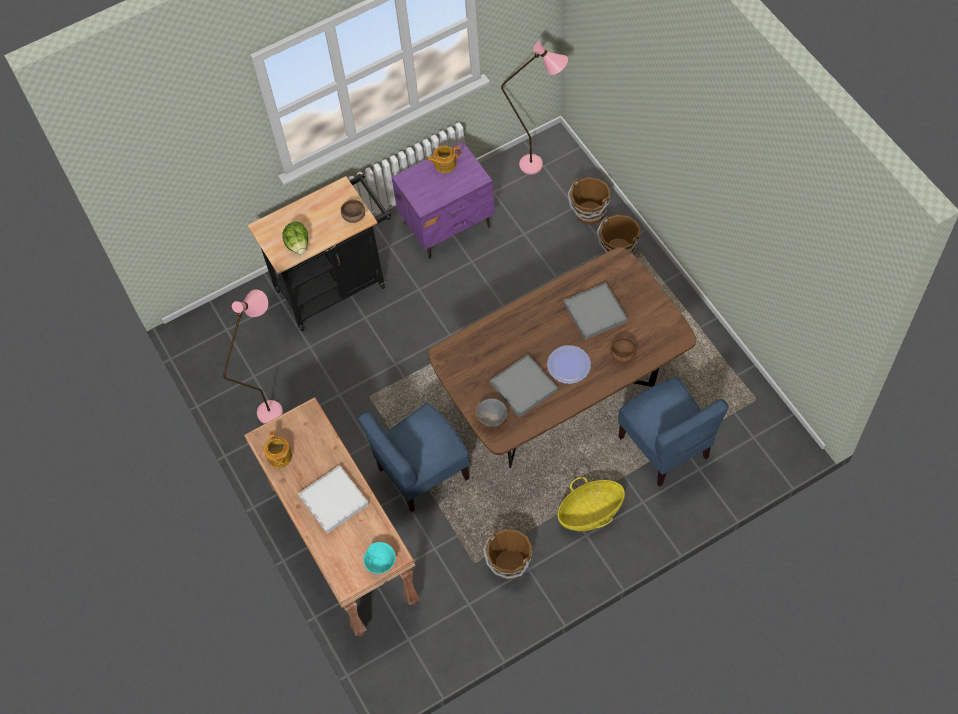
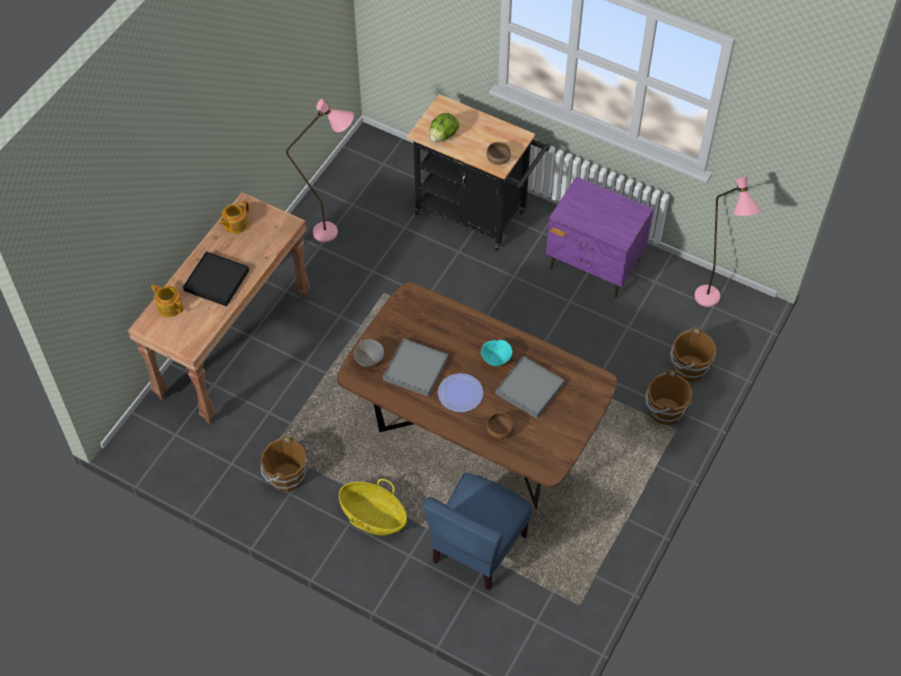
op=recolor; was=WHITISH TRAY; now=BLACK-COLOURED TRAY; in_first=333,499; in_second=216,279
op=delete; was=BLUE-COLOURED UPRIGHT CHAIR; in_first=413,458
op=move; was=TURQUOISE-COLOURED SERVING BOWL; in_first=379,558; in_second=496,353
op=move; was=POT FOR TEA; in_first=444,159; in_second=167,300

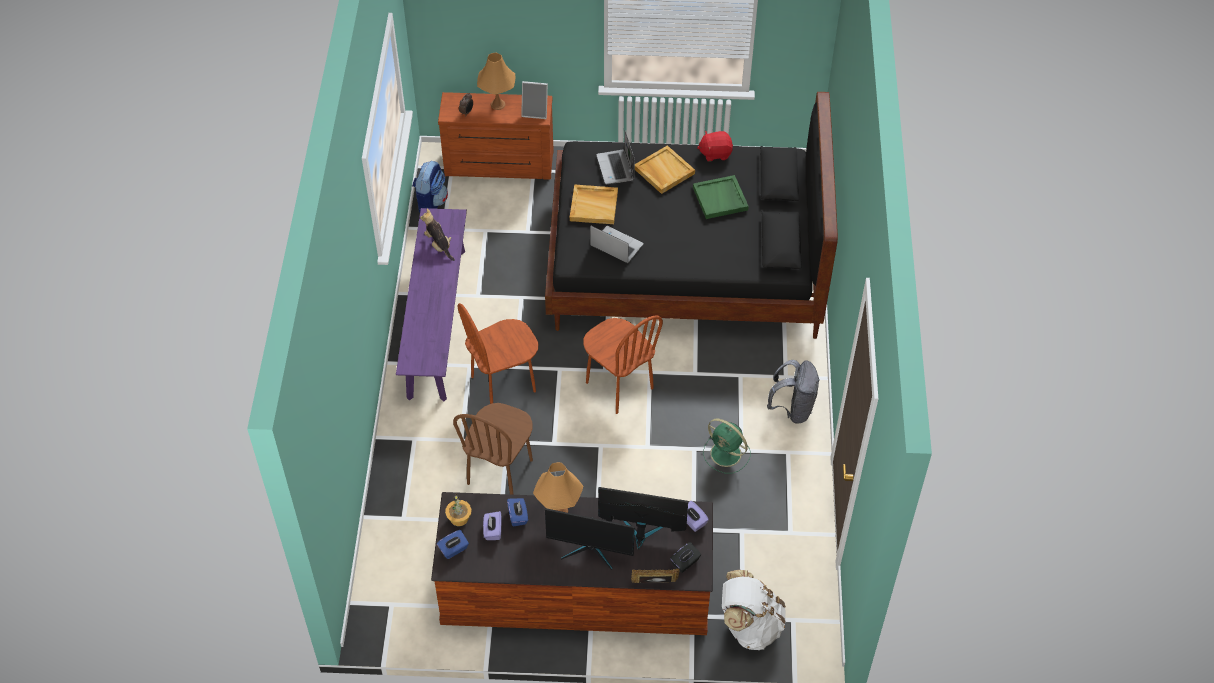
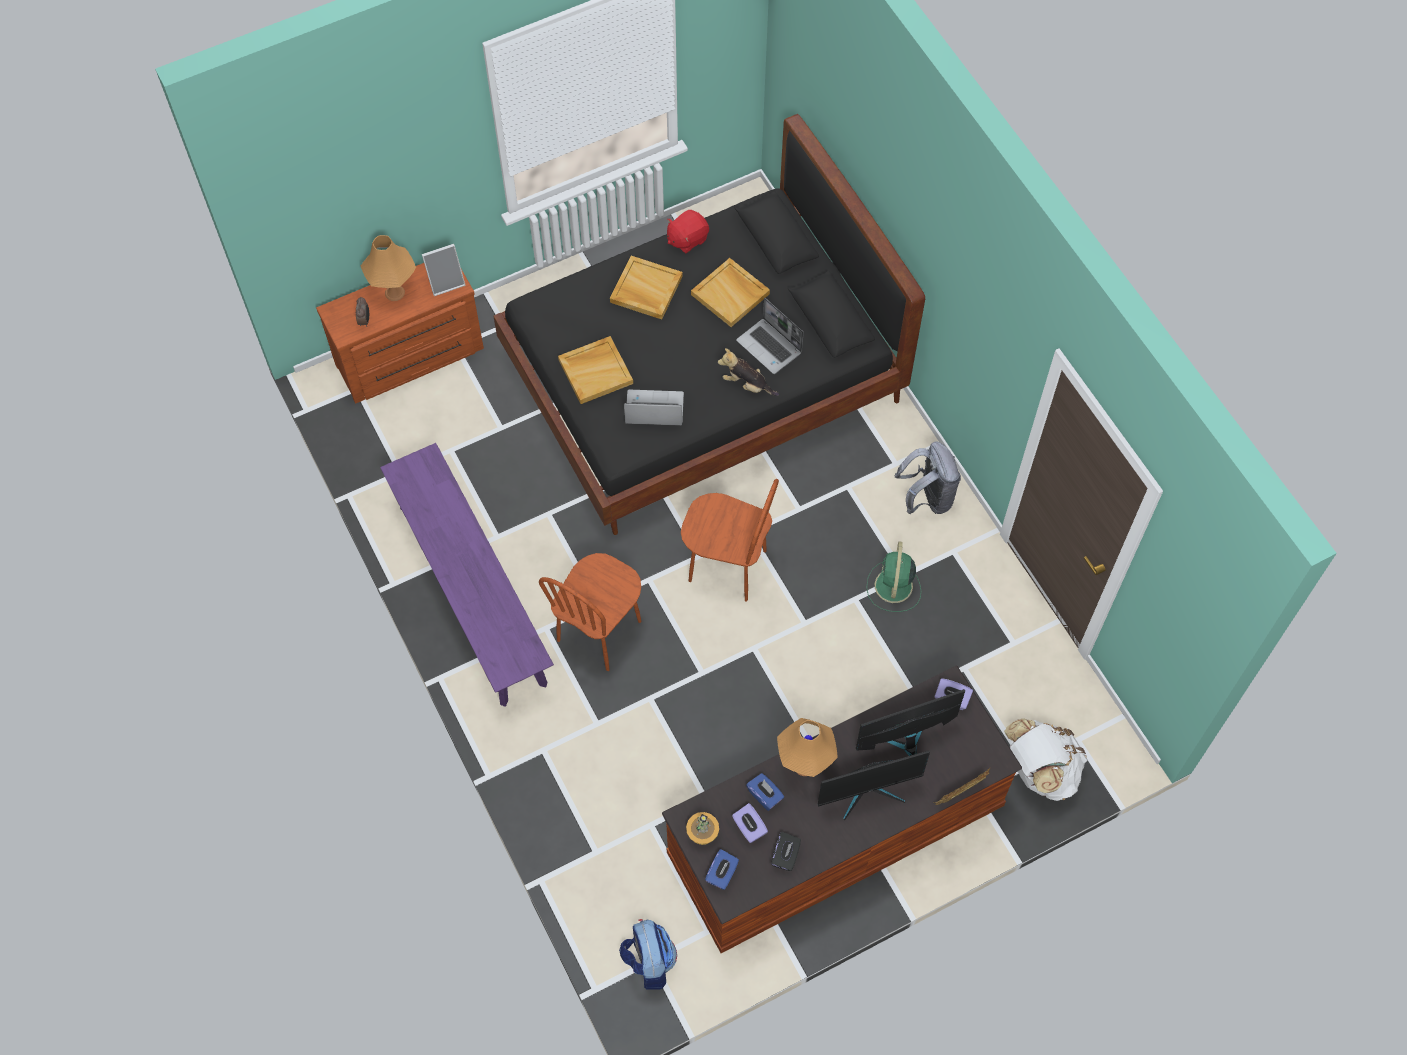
op=move; was=RUCKSACK; in_first=430,186; in_second=648,954
op=move; was=SOFT TOY; in_first=437,234; in_second=748,372
op=delete; was=BROWN-COLOURED UPRIGHT CHAIR; in_first=493,449
op=move; was=NOTEBOOK COMPUTER; in_first=615,157; in_second=770,336
op=move; was=BLACK-COLOURED BOX OF TISSUES; in_first=685,557; in_second=786,851
op=recolor; was=GREENISH TRAY; now=BEIGE TRAY; in_first=721,197; in_second=730,292
op=rotate; was=GREENISH FAN; in_first=727,446; in_second=893,576; clockwise=90

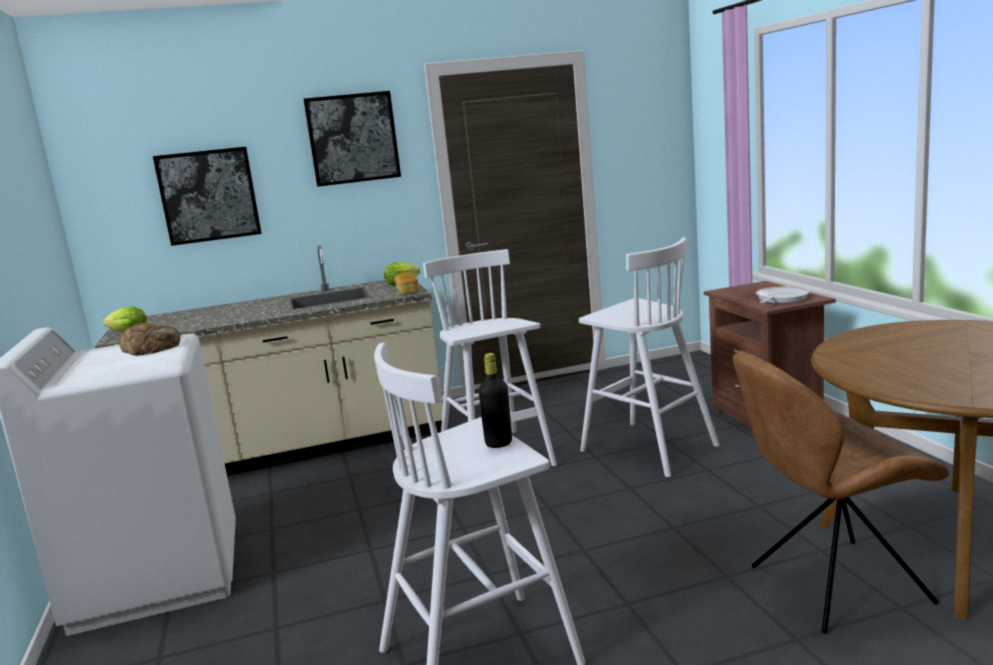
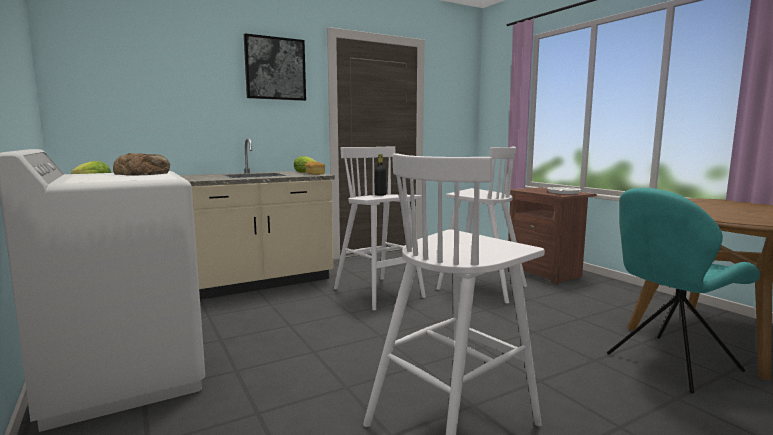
op=delete; was=WALL PICTURE; in_first=207,196
op=move; was=BLACK-COLOURED DRINK BOTTLE; in_first=495,400; in_second=380,175
op=recolor; was=BROWN-COLOURED UPRIGHT CHAIR; now=TURQUOISE-COLOURED UPRIGHT CHAIR; in_first=841,492; in_second=683,291

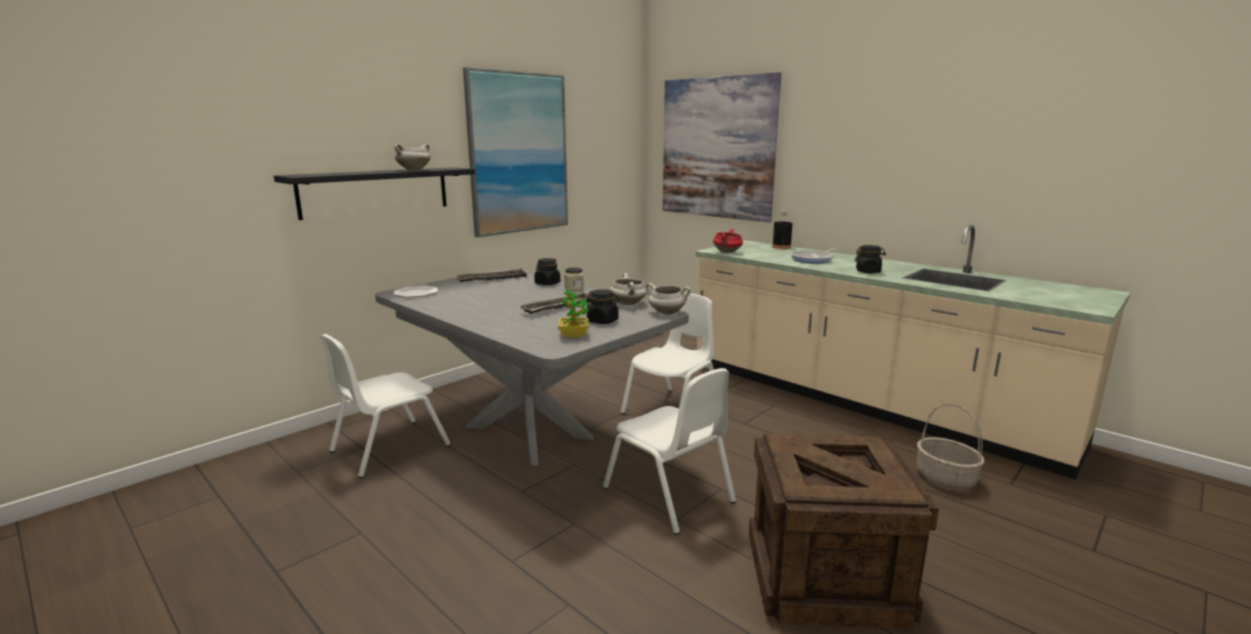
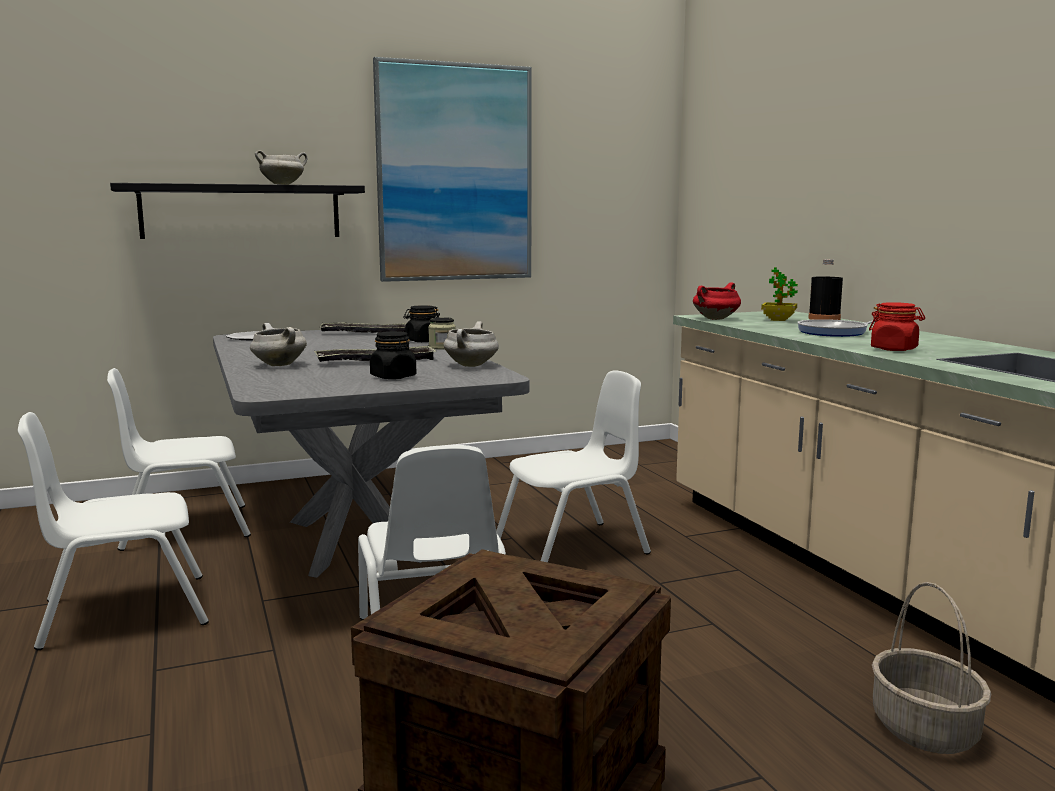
op=move; was=HOUSEPLANT; in_first=573,314; in_second=779,294
op=move; was=WHITISH SAUCEPOT; in_first=668,299; in_second=278,344
op=delete; was=WALL PICTURE; in_first=722,147
op=recolor; was=BLACK-COLOURED JAR; now=REDDISH JAR; in_first=870,259; in_second=897,326
op=insert; now=WHITISH UPRIGHT CHAIR; in_second=113,531

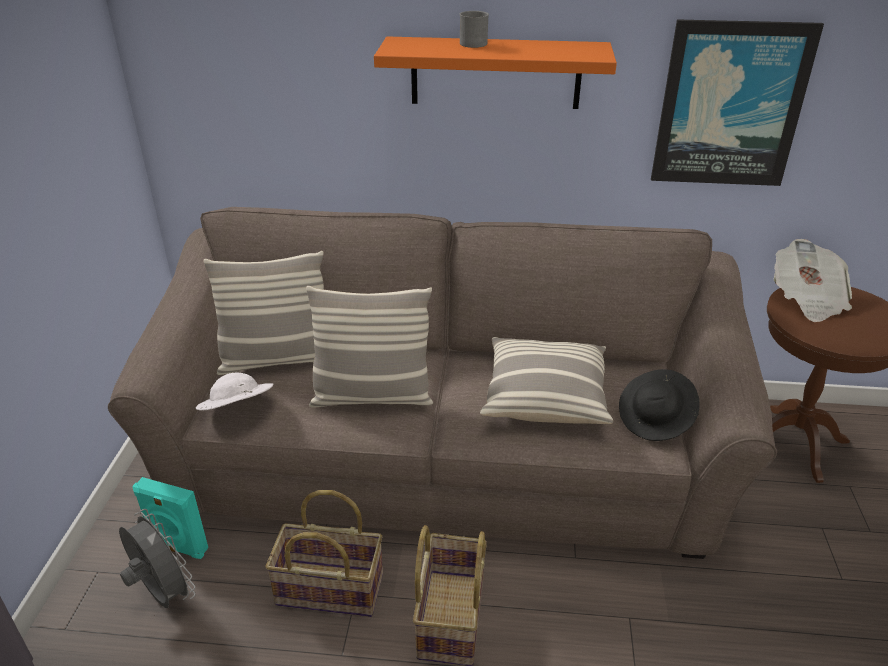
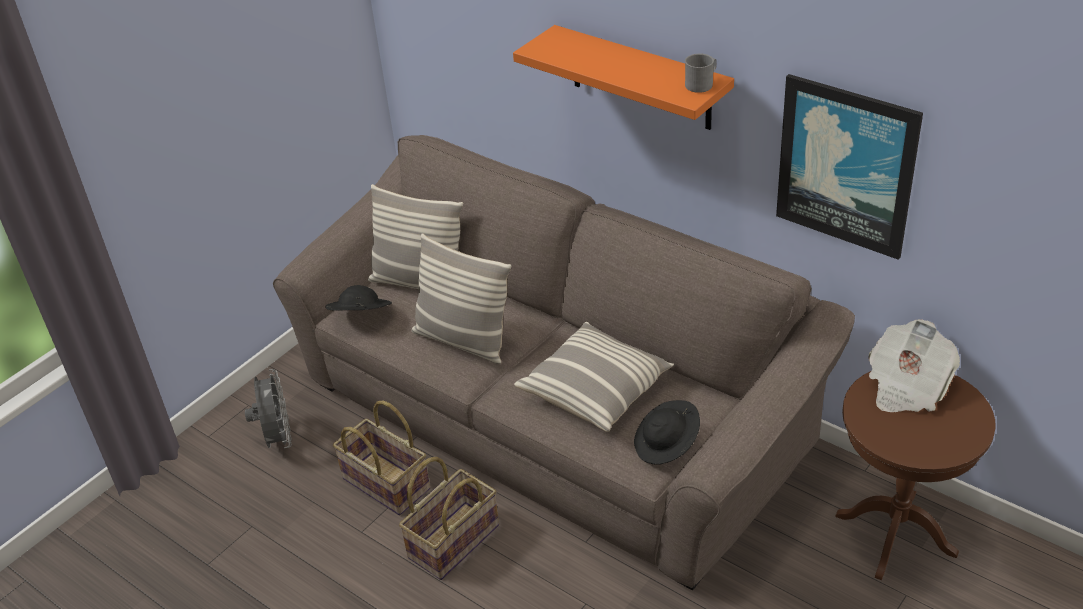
op=delete; was=TURQUOISE-COLOURED AUDIO SPEAKER; in_first=170,518
op=recolor; was=WHITISH WEARABLE HAT; now=BLACK-COLOURED WEARABLE HAT; in_first=234,392; in_second=358,298
op=move; was=GREYISH COFFEE MUG; in_first=474,29; in_second=701,73

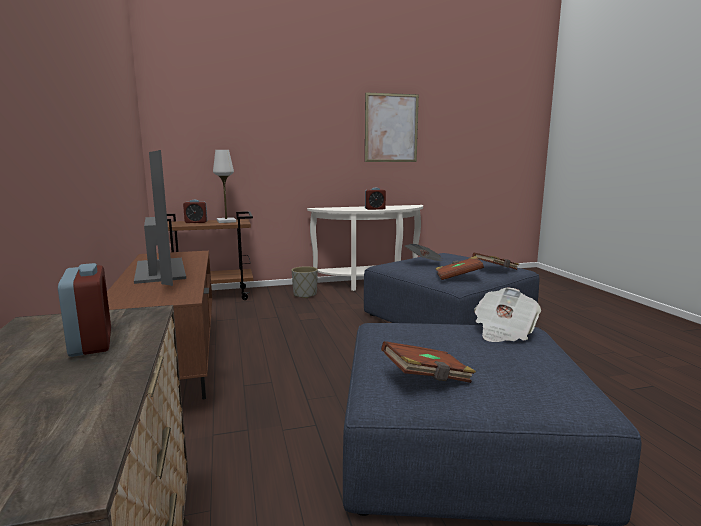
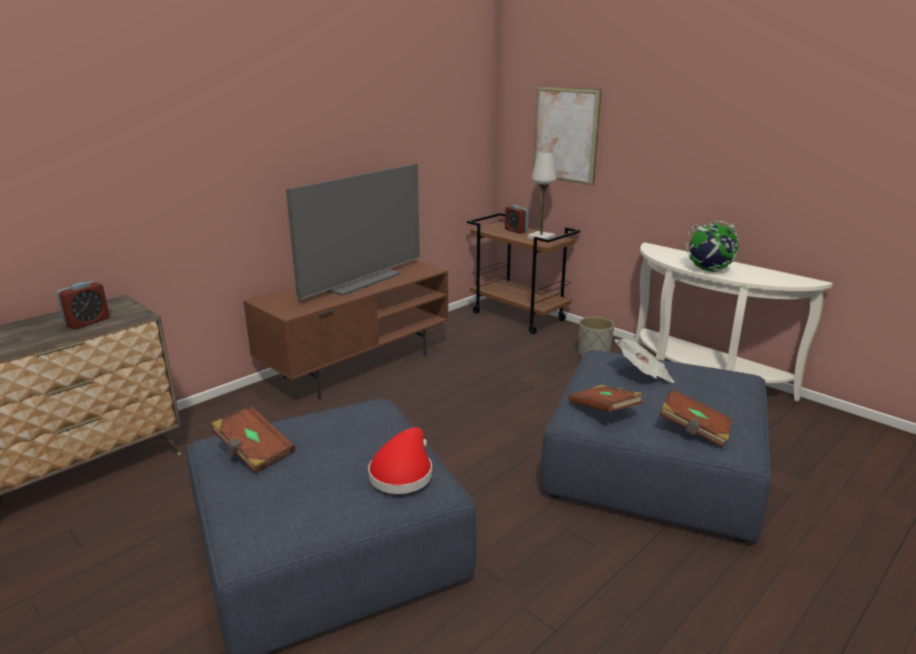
op=move; was=WALL PICTURE; in_first=392,127; in_second=567,136
op=replace; was=BEDSIDE CLOCK; now=GLOBE; in_first=375,199; in_second=712,246
op=replace; was=DAILY PAPER; now=REDDISH WEARABLE HAT; in_first=507,314; in_second=400,460

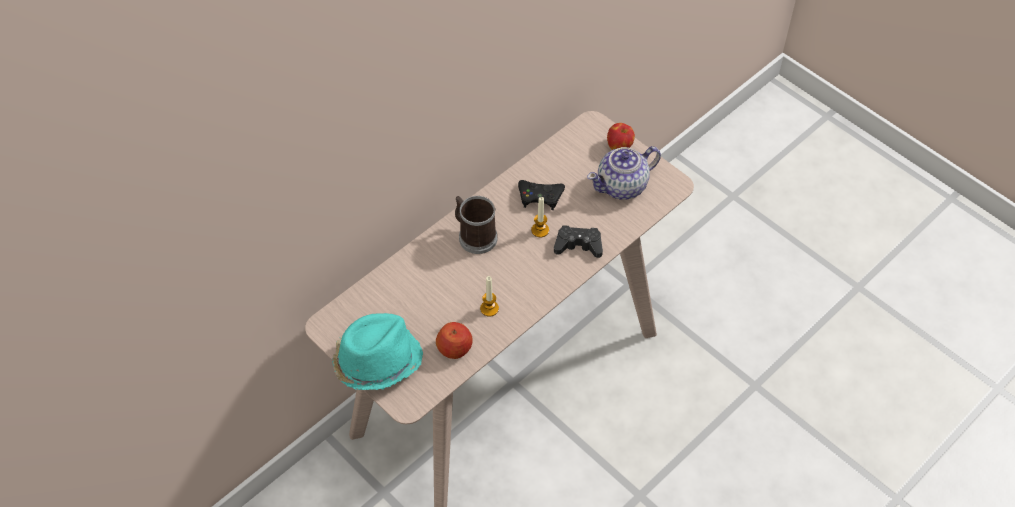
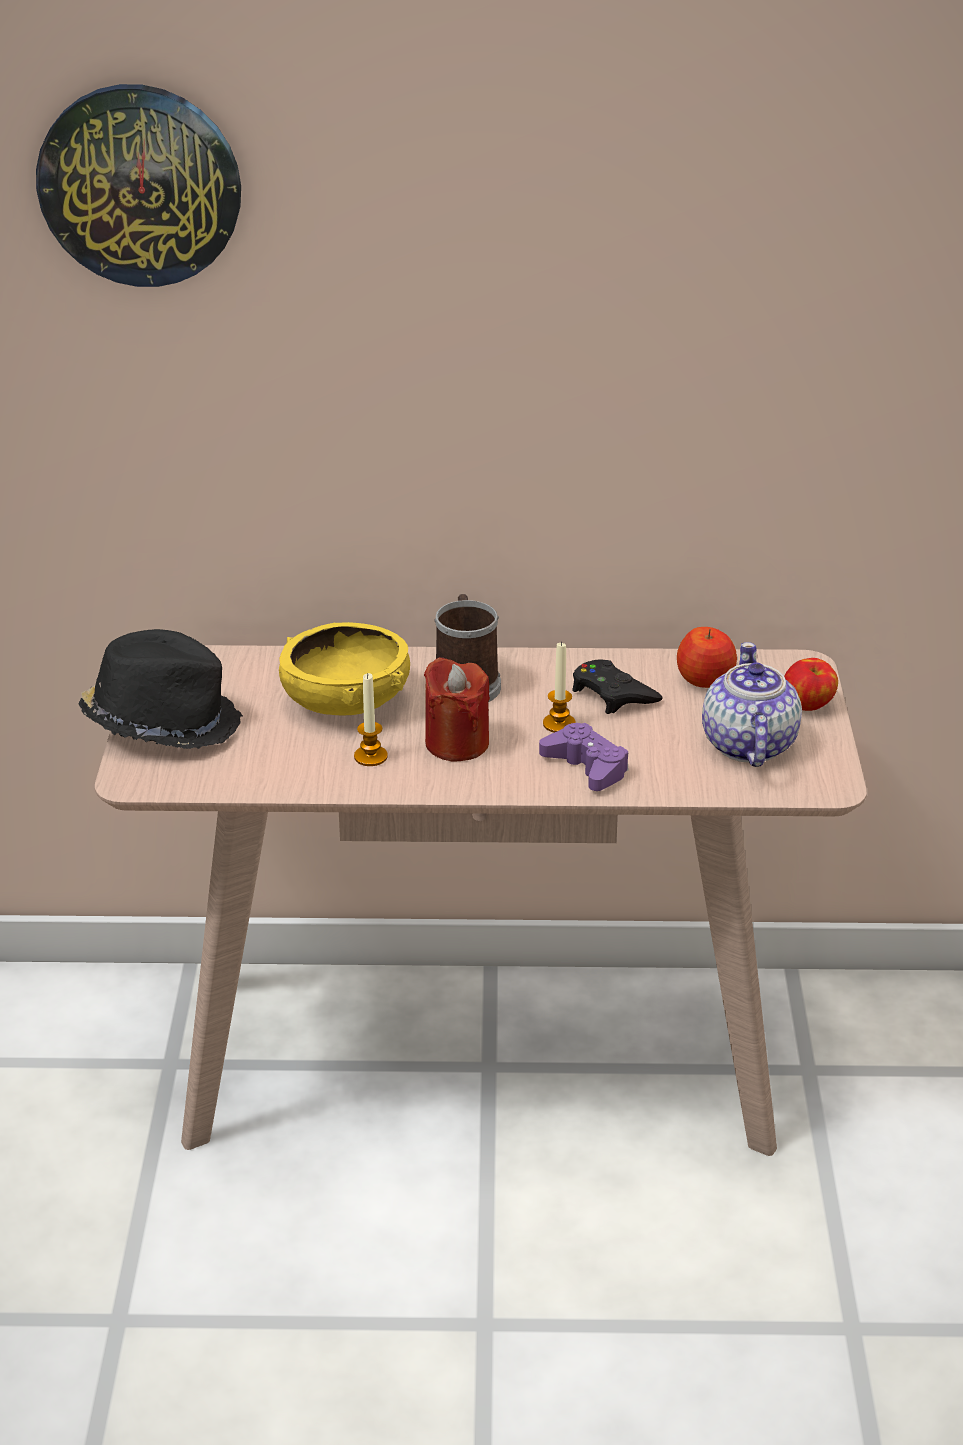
op=recolor; was=TURQUOISE-COLOURED WEARABLE HAT; now=BLACK-COLOURED WEARABLE HAT; in_first=377,351; in_second=161,689
op=move; was=APPLE FRUIT; in_first=454,340; in_second=707,657
op=recolor; was=BLACK-COLOURED GAMEPAD; now=PURPLISH GAMEPAD; in_first=578,241; in_second=583,757
op=rotate; was=POT FOR TEA; in_first=624,173; in_second=752,704; clockwise=75
op=insert; now=HANGING CLOCK; in_second=138,185
op=insert; now=YELLOW-COLOURED SERVING BOWL; in_second=344,669
op=insert; now=REDDISH CANDLE; in_second=457,709

